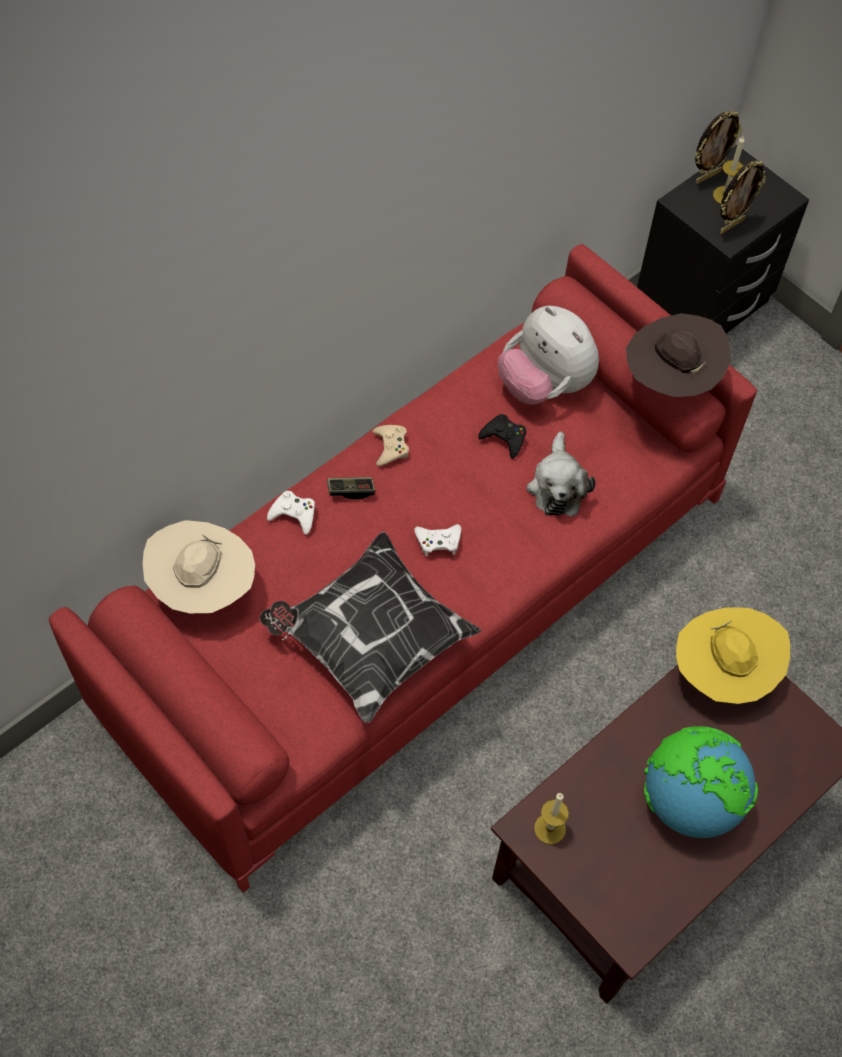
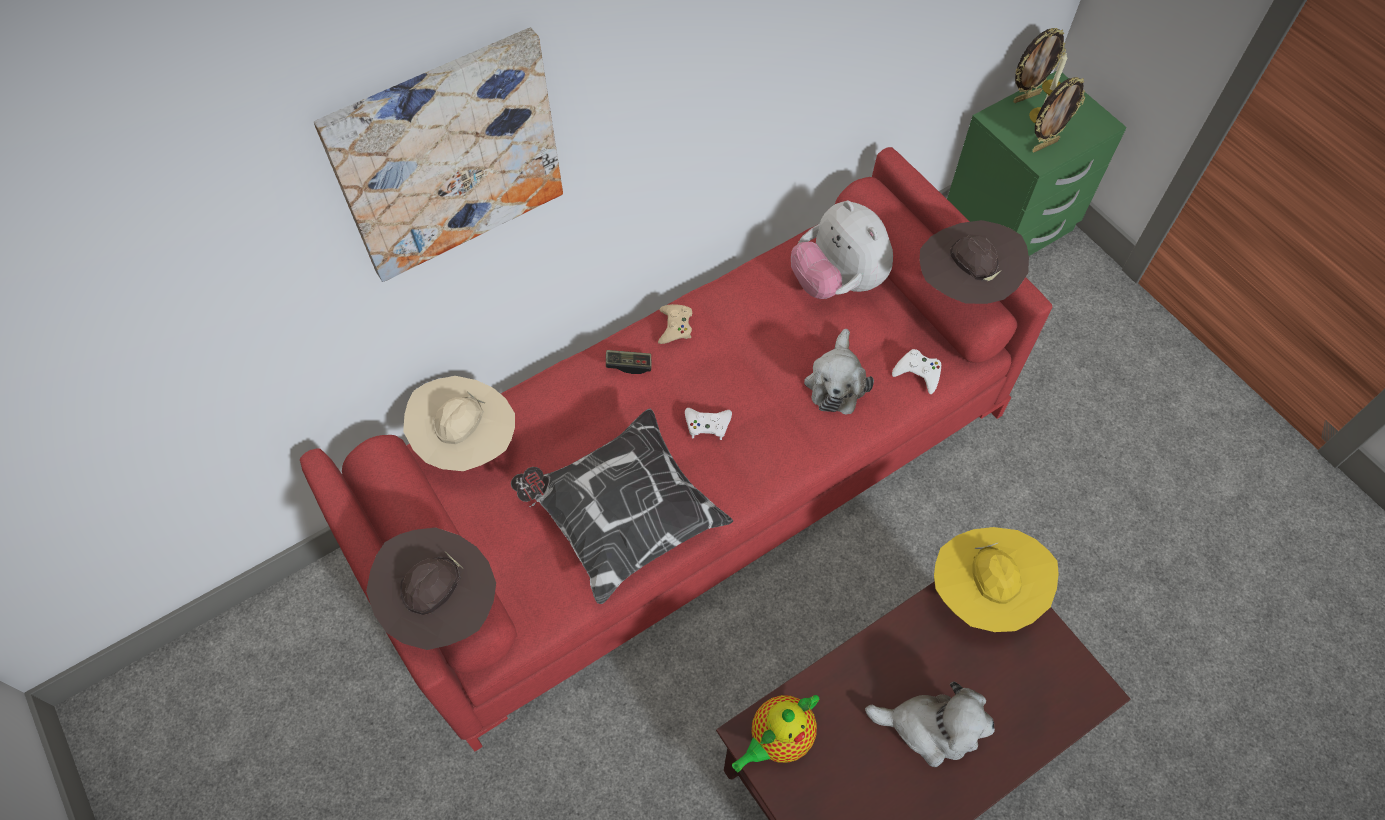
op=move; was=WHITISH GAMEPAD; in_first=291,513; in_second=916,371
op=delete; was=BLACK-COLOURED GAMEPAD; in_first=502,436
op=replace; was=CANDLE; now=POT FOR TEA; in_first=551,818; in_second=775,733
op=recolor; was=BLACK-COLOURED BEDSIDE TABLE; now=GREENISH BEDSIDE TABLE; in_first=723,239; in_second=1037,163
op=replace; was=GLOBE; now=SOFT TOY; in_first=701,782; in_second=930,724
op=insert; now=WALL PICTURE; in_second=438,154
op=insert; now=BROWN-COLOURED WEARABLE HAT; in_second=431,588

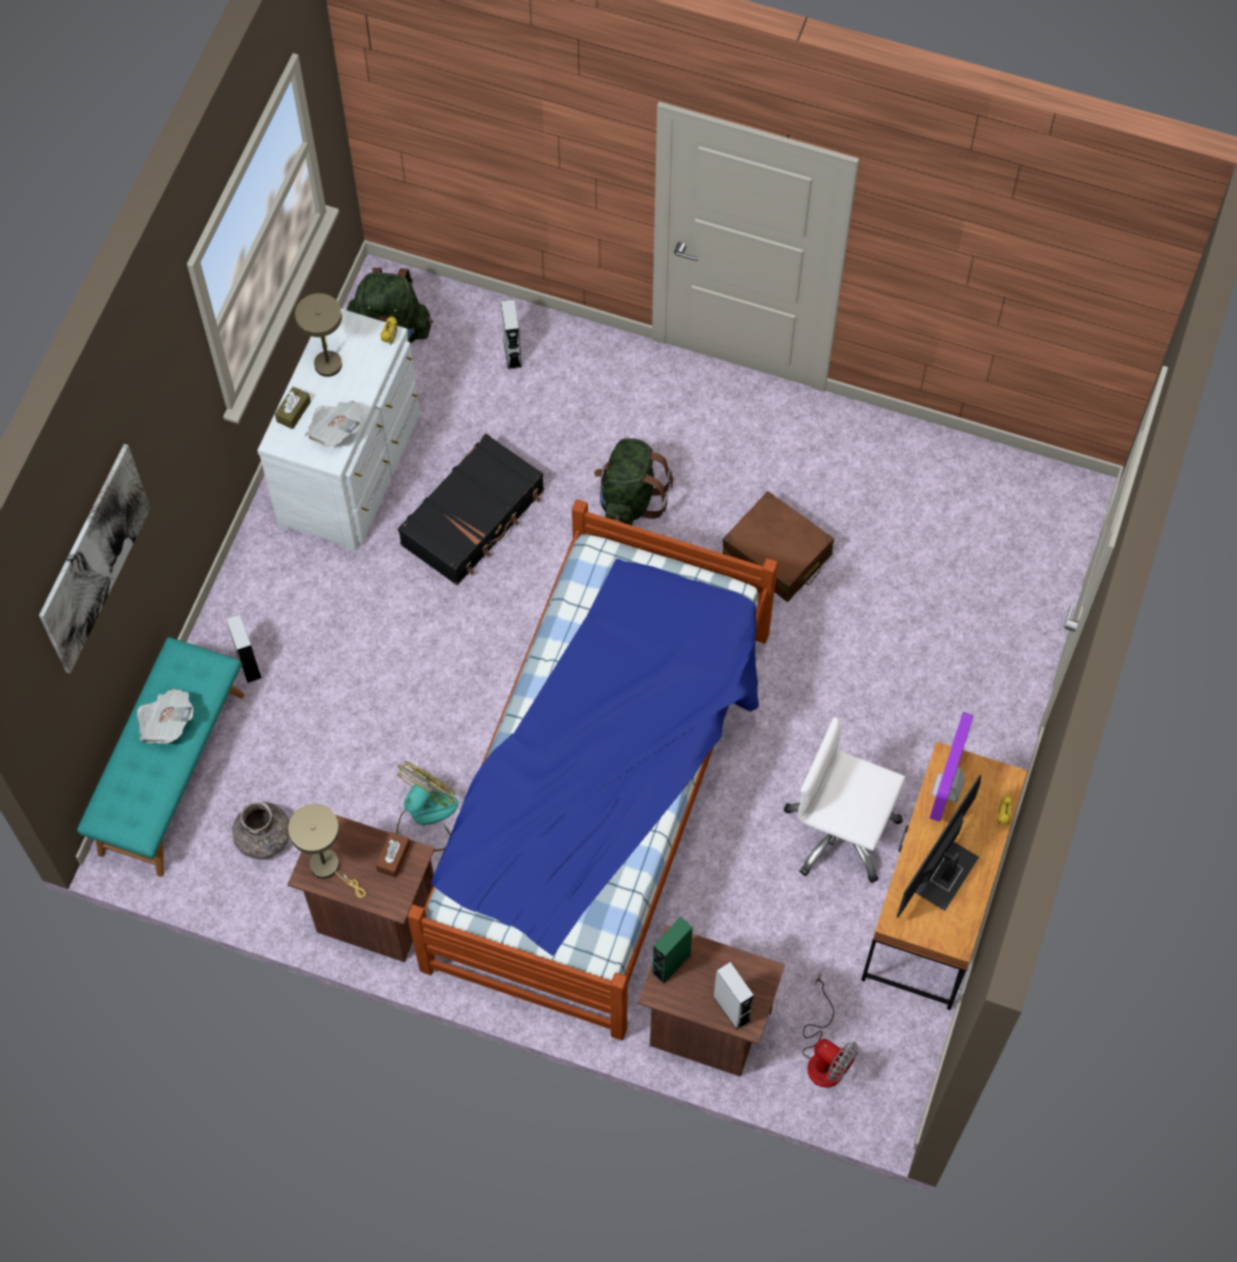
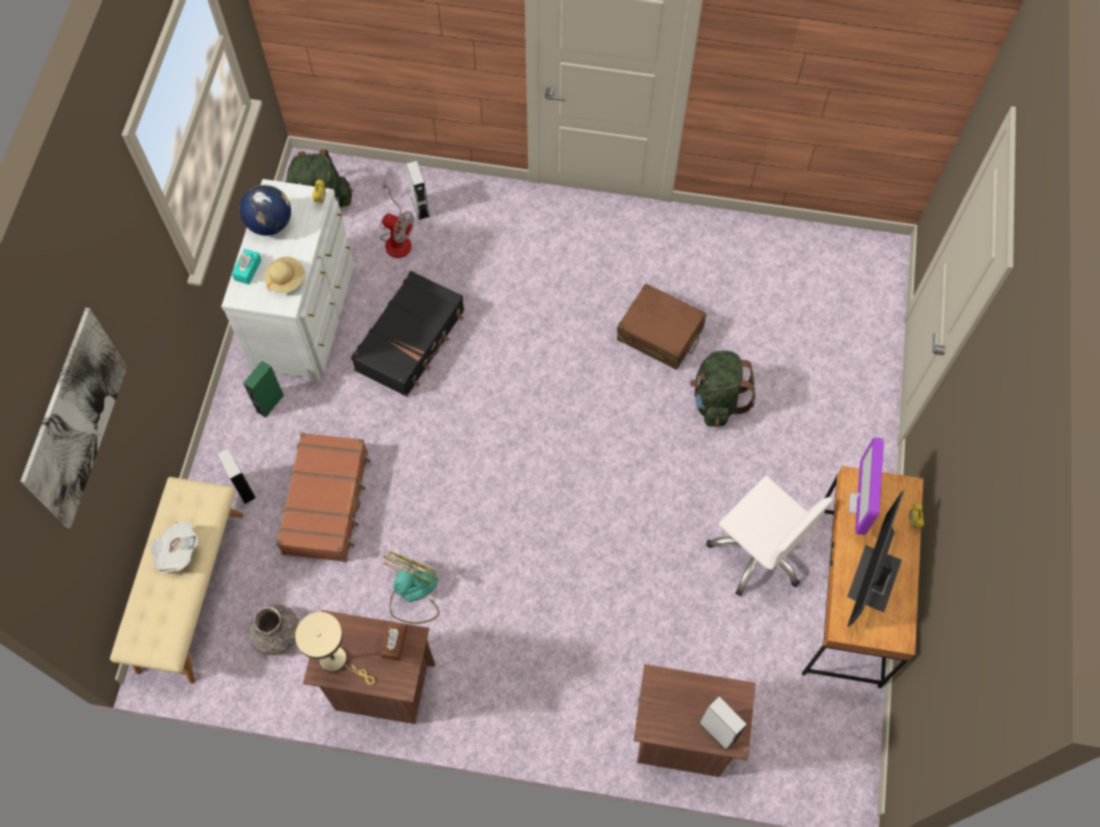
op=recolor; was=TURQUOISE-COLOURED LONG SEAT; now=BEIGE LONG SEAT; in_first=160,757; in_second=176,580
op=recolor; was=BROWN-COLOURED BOX OF TISSUES; now=TURQUOISE-COLOURED BOX OF TISSUES; in_first=293,408; in_second=246,267
op=replace; was=BEIGE TABLE LAMP; now=GLOBE; in_first=318,335; in_second=265,210
op=replace; was=DAILY PAPER; now=BEIGE WEARABLE HAT; in_first=334,423; in_second=284,275
op=delete; was=BED; in_first=592,769
op=move; was=GREENISH RUCKSACK; in_first=633,481; in_second=723,388
op=move; was=GREENISH AUDIO SPEAKER; in_first=672,950; in_second=263,389
op=rotate; was=WHITISH COMPUTER CHAIR; in_first=844,800; in_second=769,536; clockwise=-150
op=move; was=FAN; in_first=830,1030; in_second=397,219
op=insert; now=BROWN-COLOURED TRAVEL CASE; in_second=323,497

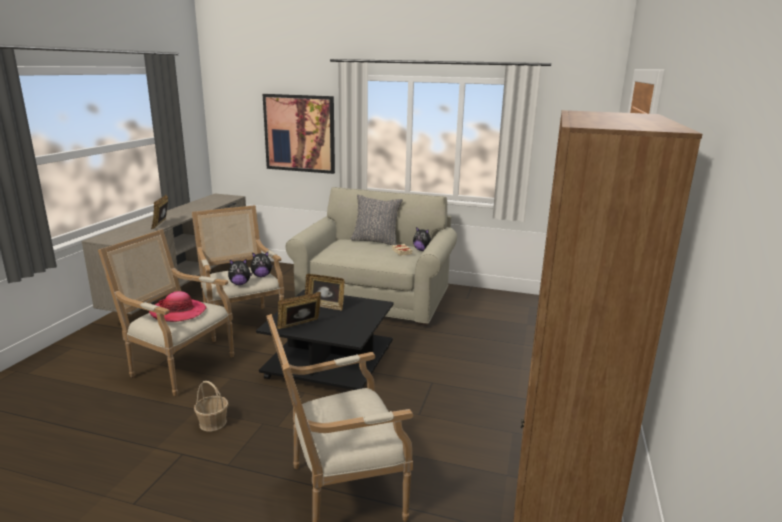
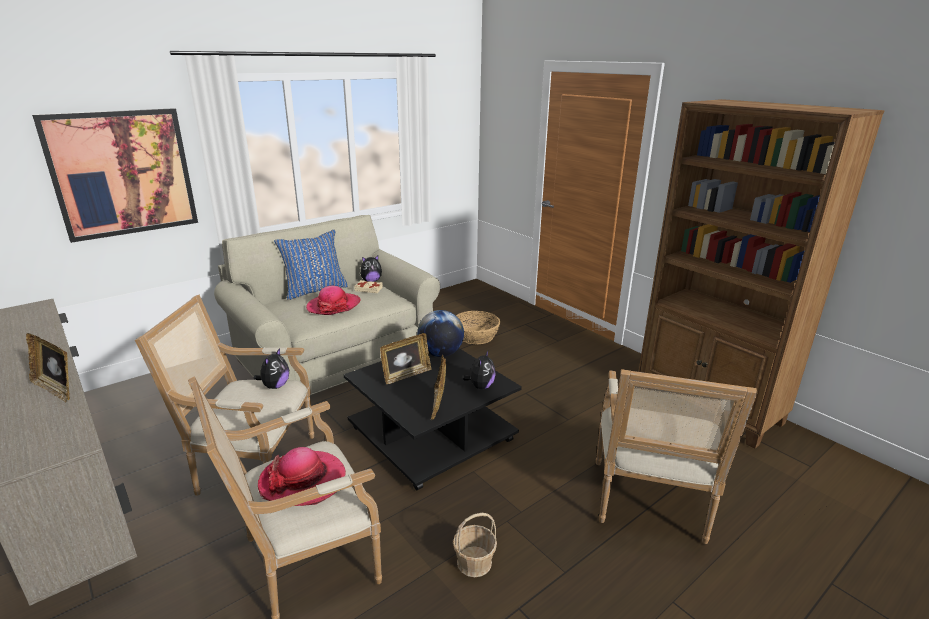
op=move; was=SOFT TOY; in_first=240,272; in_second=478,370
op=recolor; was=GREYISH THROW PILLOW; now=BLUE-COLOURED THROW PILLOW; in_first=376,220; in_second=311,265
op=insert; now=WEARABLE HAT; in_second=333,300
op=insert; now=GLOBE; in_second=440,333
op=insert; now=BASKET; in_second=478,327

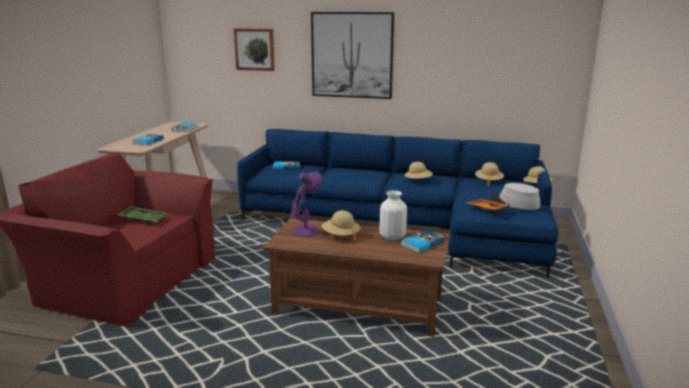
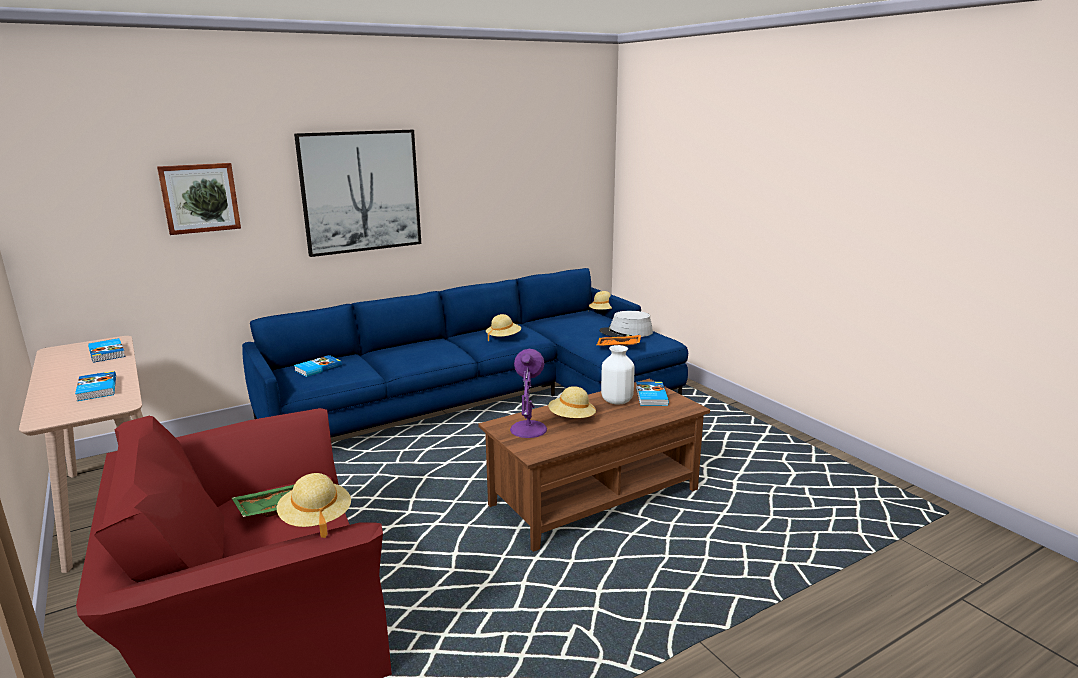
op=move; was=BEIGE WEARABLE HAT; in_first=489,174; in_second=314,505

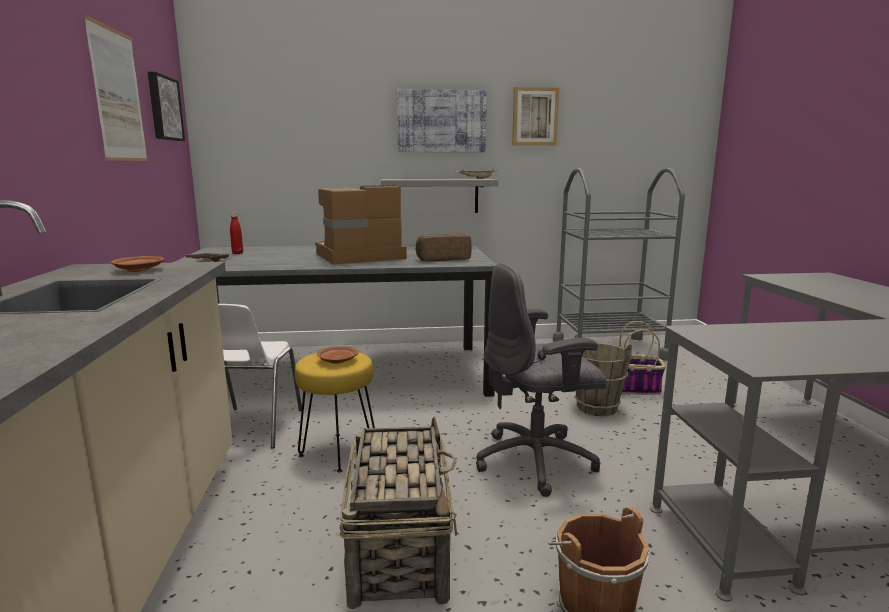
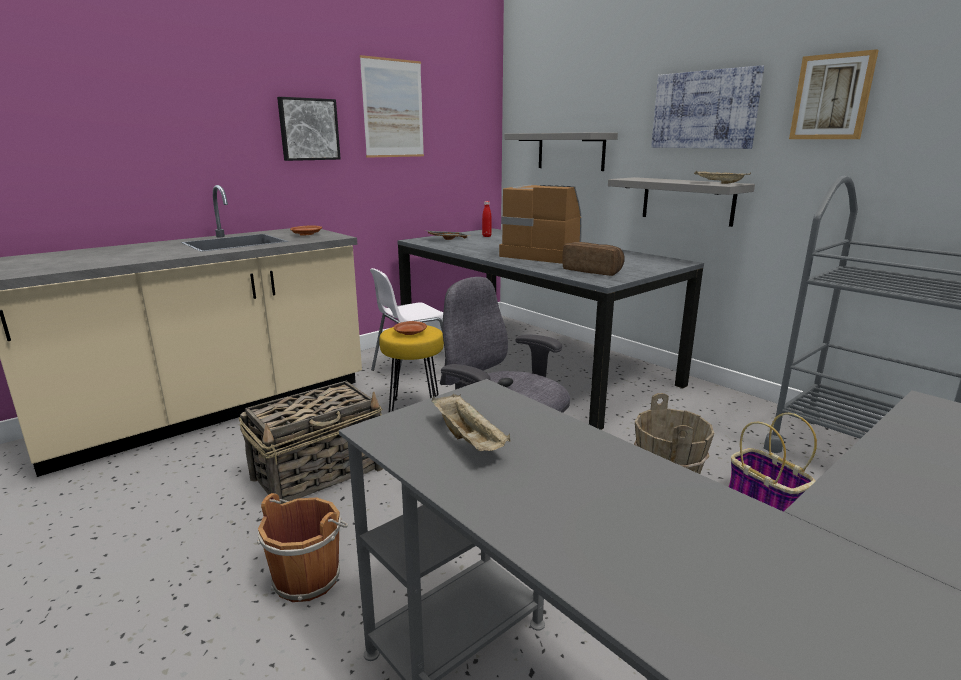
op=move; was=WALL PICTURE; in_first=166,106; in_second=309,129
op=insert; now=BEIGE TRAY; in_second=471,422
op=insert; now=GREYISH BRACKET SHELF; in_second=561,152

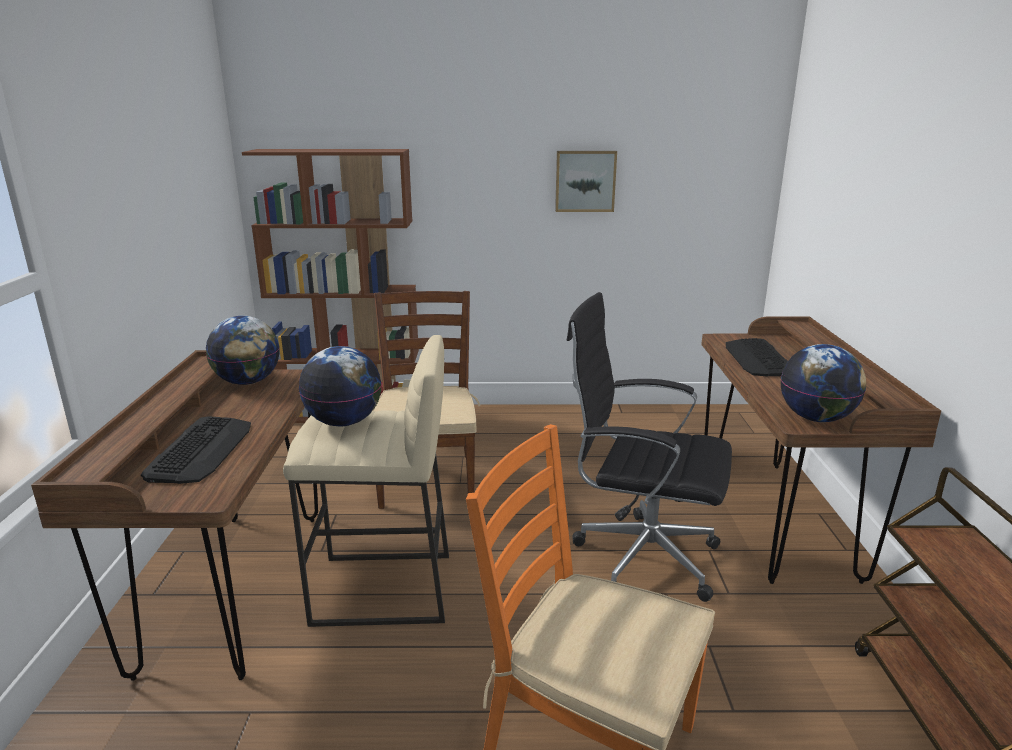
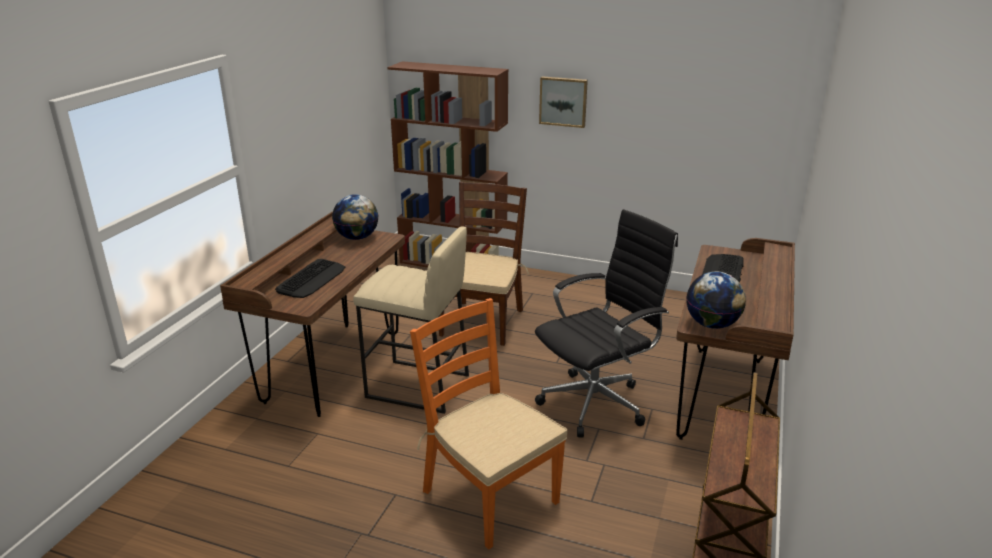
op=delete; was=GLOBE; in_first=340,386
op=move; was=WALL PICTURE; in_first=586,181; in_second=563,102
op=rotate; was=BLACK-COLOURED COMPUTER CHAIR; in_first=649,447; in_second=606,323; clockwise=105

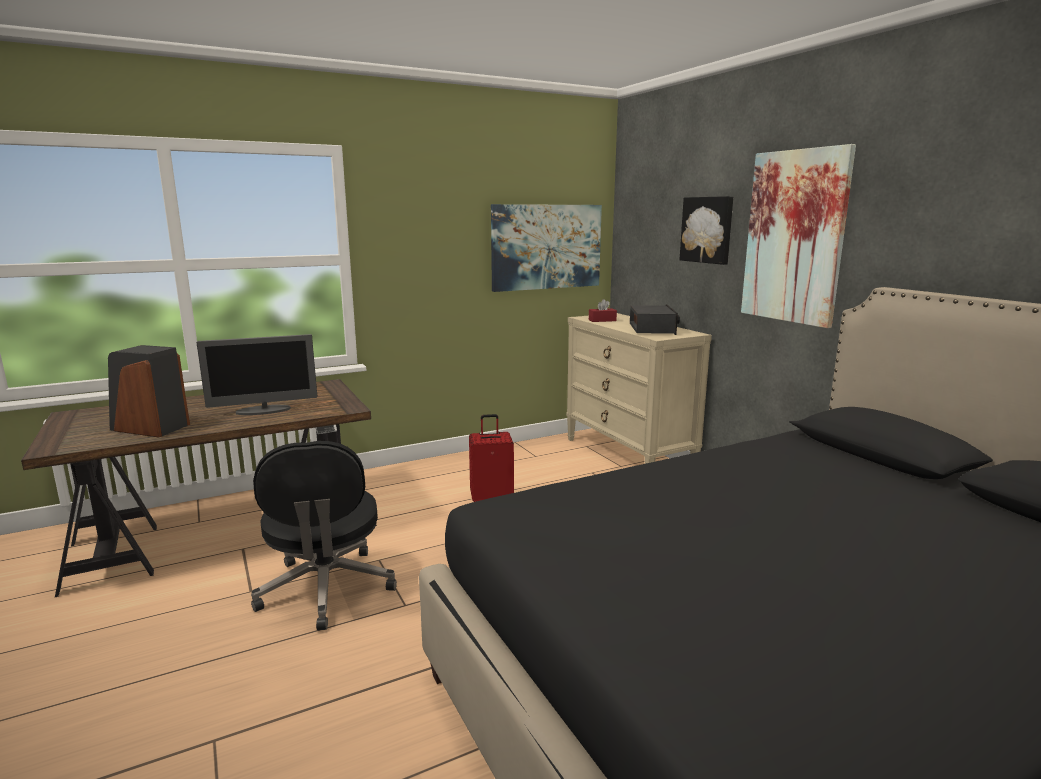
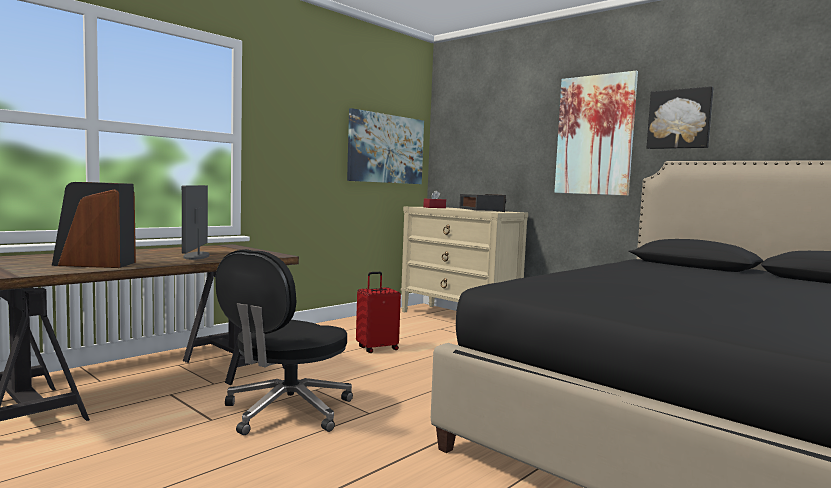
op=rotate; was=MONITOR; in_first=257,374; in_second=196,222; clockwise=120
op=rotate; was=BLACK-COLOURED COMPUTER CHAIR; in_first=324,535; in_second=284,342; clockwise=60
op=move; was=WALL PICTURE; in_first=706,230; in_second=680,117

